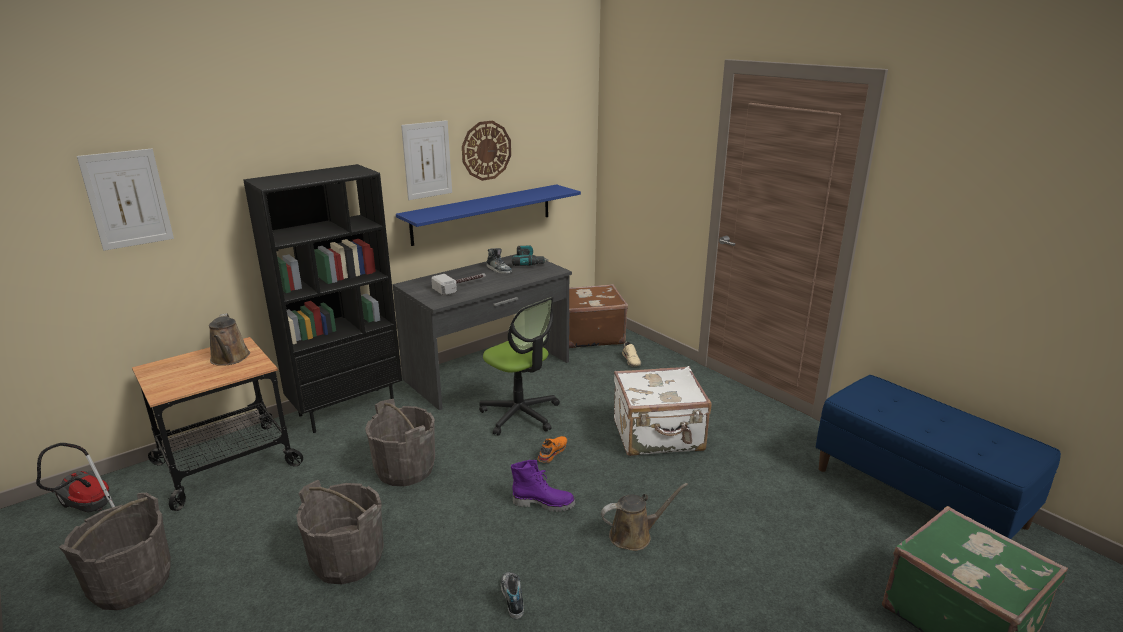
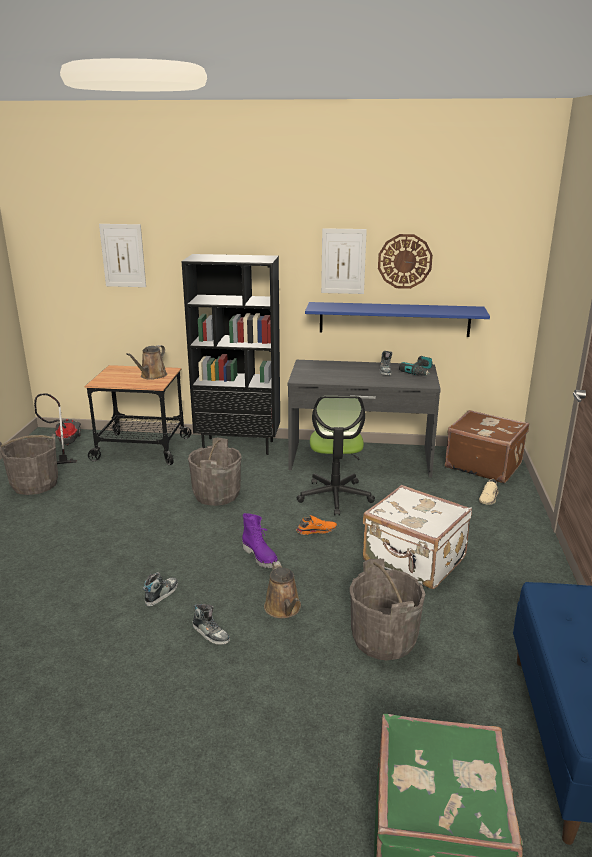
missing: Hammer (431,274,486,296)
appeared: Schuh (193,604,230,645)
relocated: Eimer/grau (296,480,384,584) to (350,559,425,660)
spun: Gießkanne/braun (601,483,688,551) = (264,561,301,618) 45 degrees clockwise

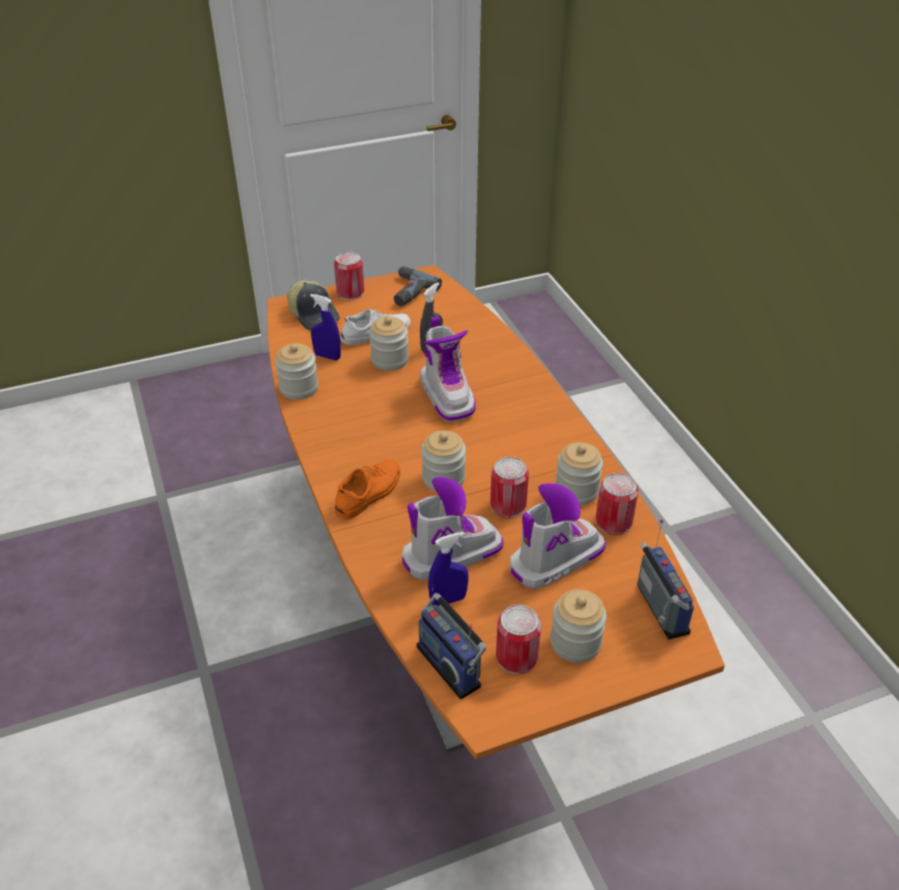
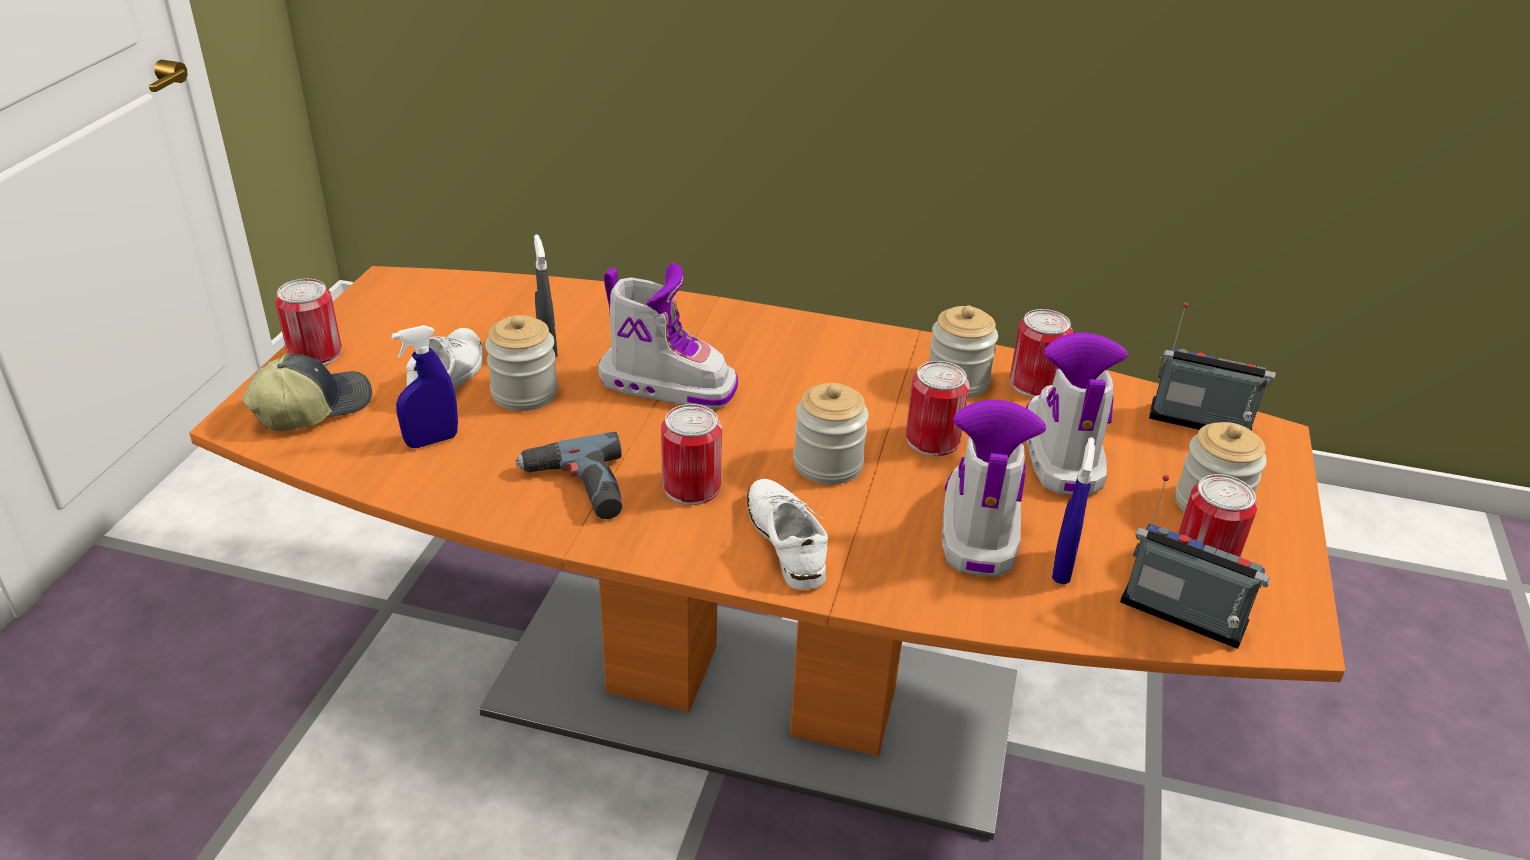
missing: Vorratsglas (275,343,318,399)
appeared: Dose (661,404,722,505)
relocated: Bohrmaschine (394,266,442,306) to (516,432,622,519)
colour: Schuh/orange (335,459,400,519) to Schuh/weiß (747,479,828,590)
spun: Kappe (287,280,340,330) = (242,354,372,431) 45 degrees counterclockwise; Radio (417,593,487,699) = (1120,475,1270,649) 150 degrees counterclockwise

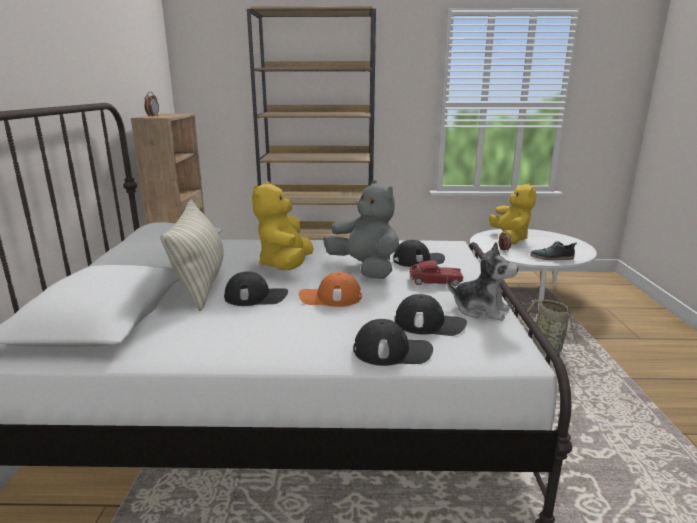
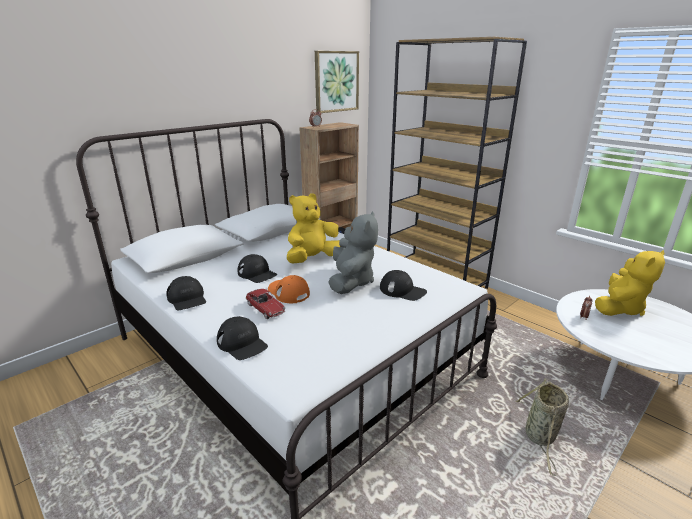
missing: Kissen (161,200,224,311); Schuh (530,241,577,260); Plüschtier (446,242,518,321)
appeared: Bild (315,51,359,113)
relocated: Spielzeugauto (409,260,464,286) to (246,289,286,319); Kappe/schwarz (394,294,467,336) to (166,276,206,310)

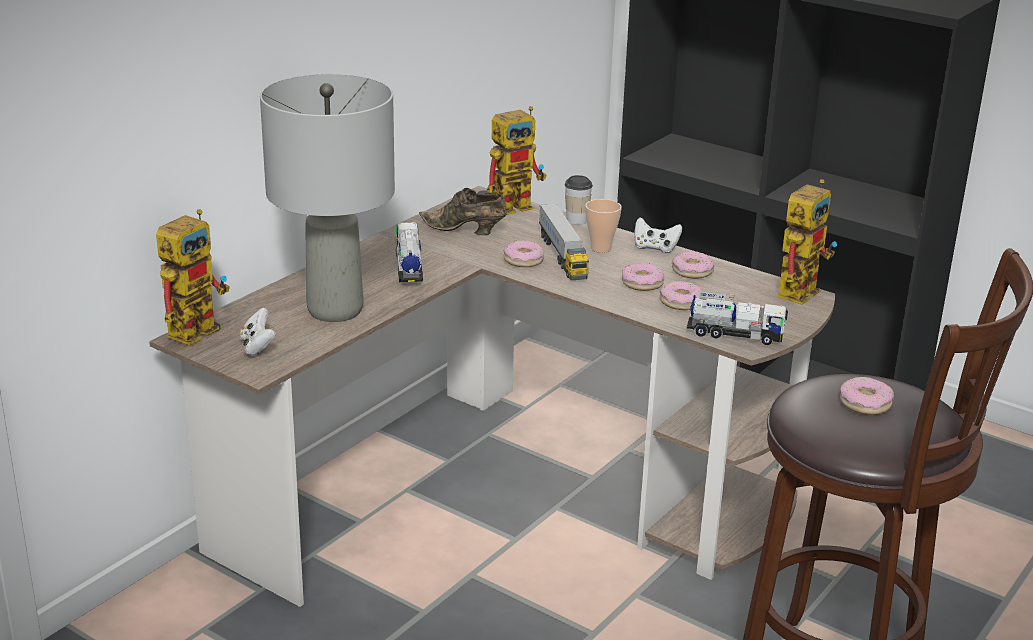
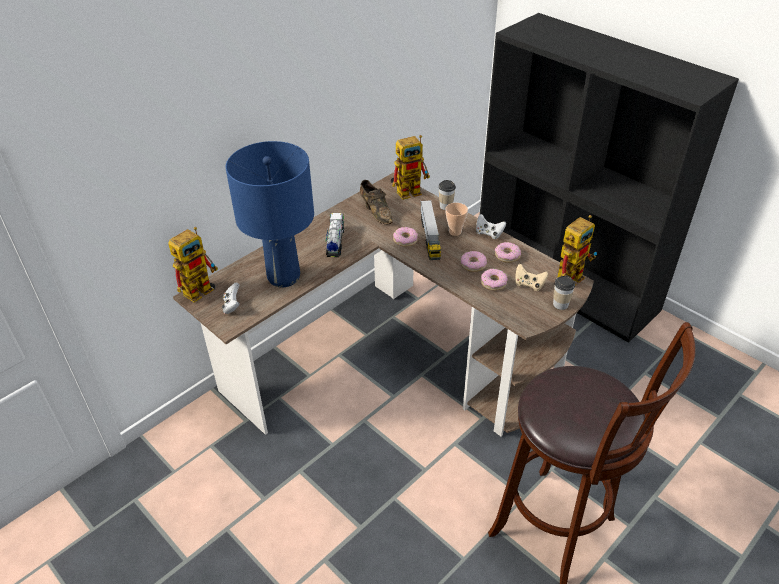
missing: Spielzeuglaster (687,292,788,345); Donut (840,377,894,415)
appeared: Gamepad/beige (515,264,548,291); Tasse (553,276,575,310)
colour: Tischlampe/grau (260,74,395,322) to Tischlampe/blau (226,141,314,288)
spun: Schuh/braun (419,188,507,235) = (360,180,393,224) 150 degrees counterclockwise

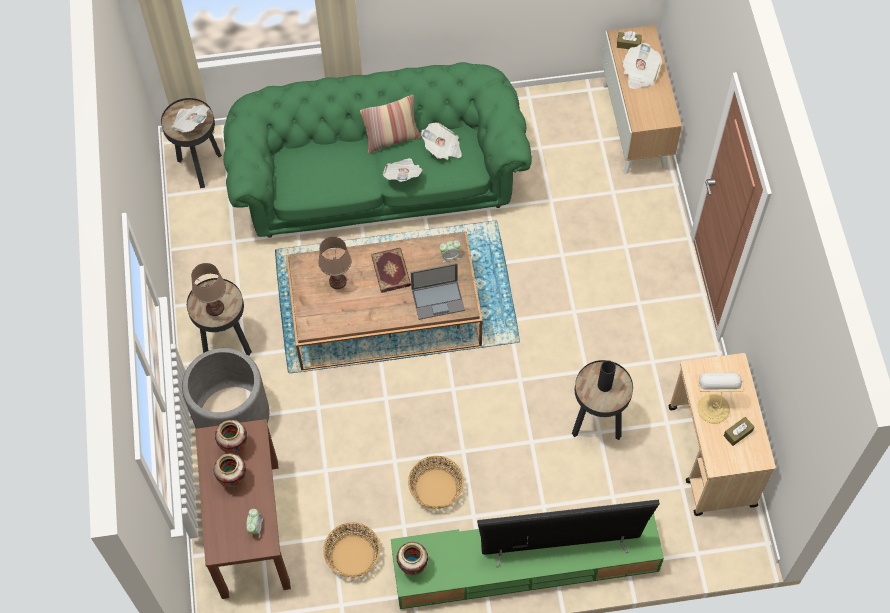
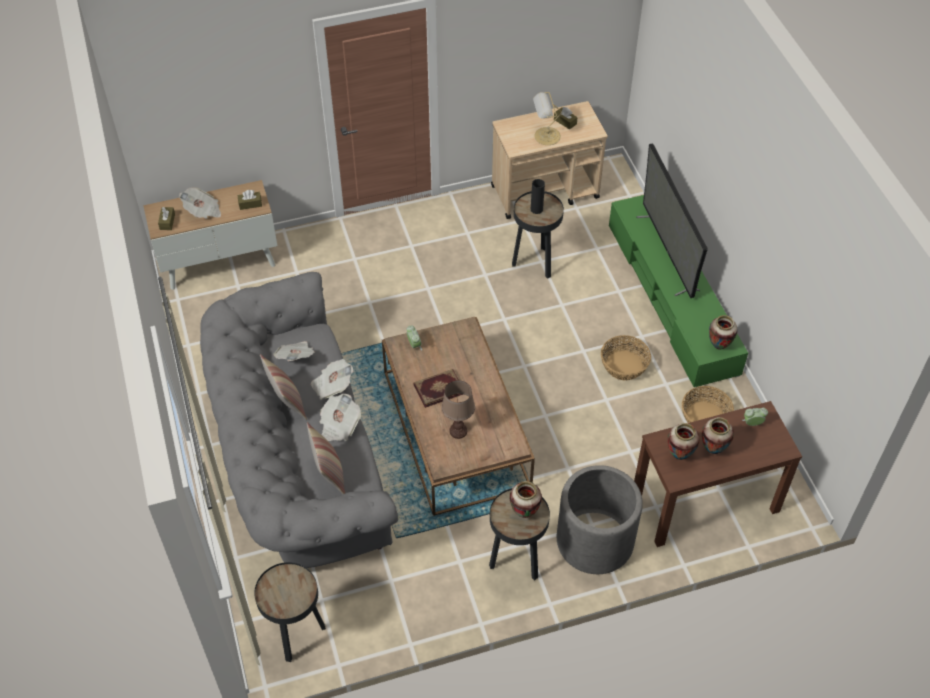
missing: Laptop (411,263,465,320)
appeared: Taschentuchbox/braun (237,190,262,210); Kissen (307,422,345,494)
relocated: Zeitung (171,104,209,132) to (320,394,361,441)
exchanged: Tischlampe/braun (191,263,226,316) to Vase (510,481,542,518)
colour: Sofa/grün (223,62,532,238) to Sofa/grau (200,272,398,568)

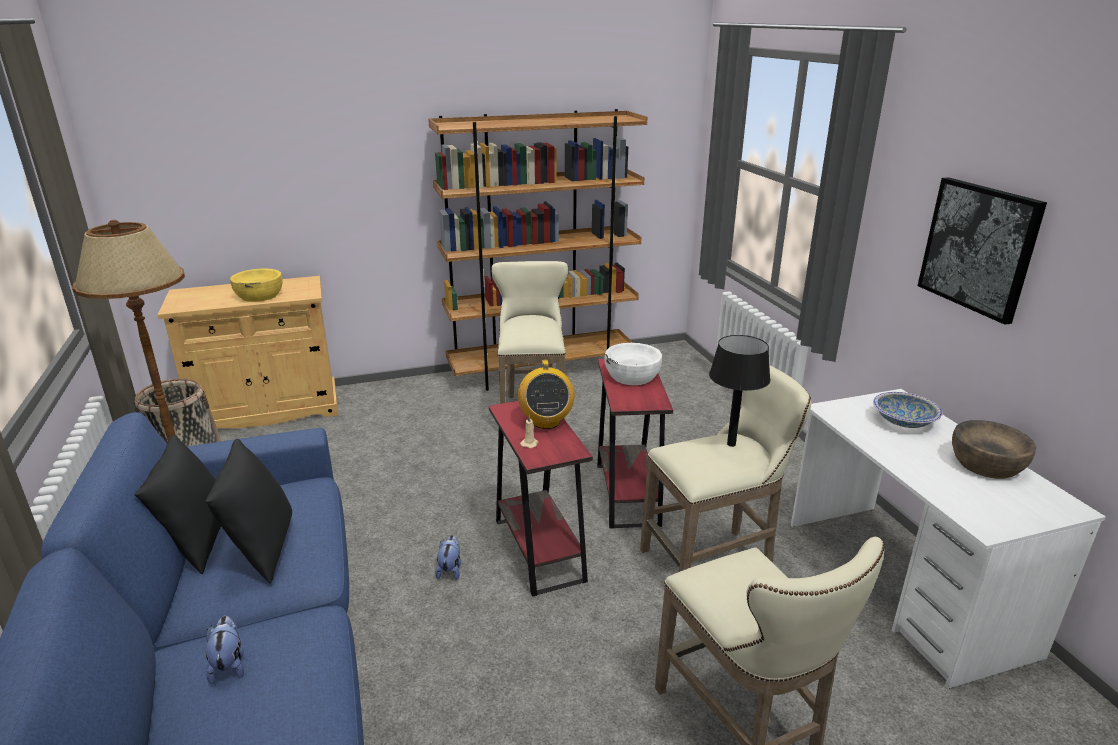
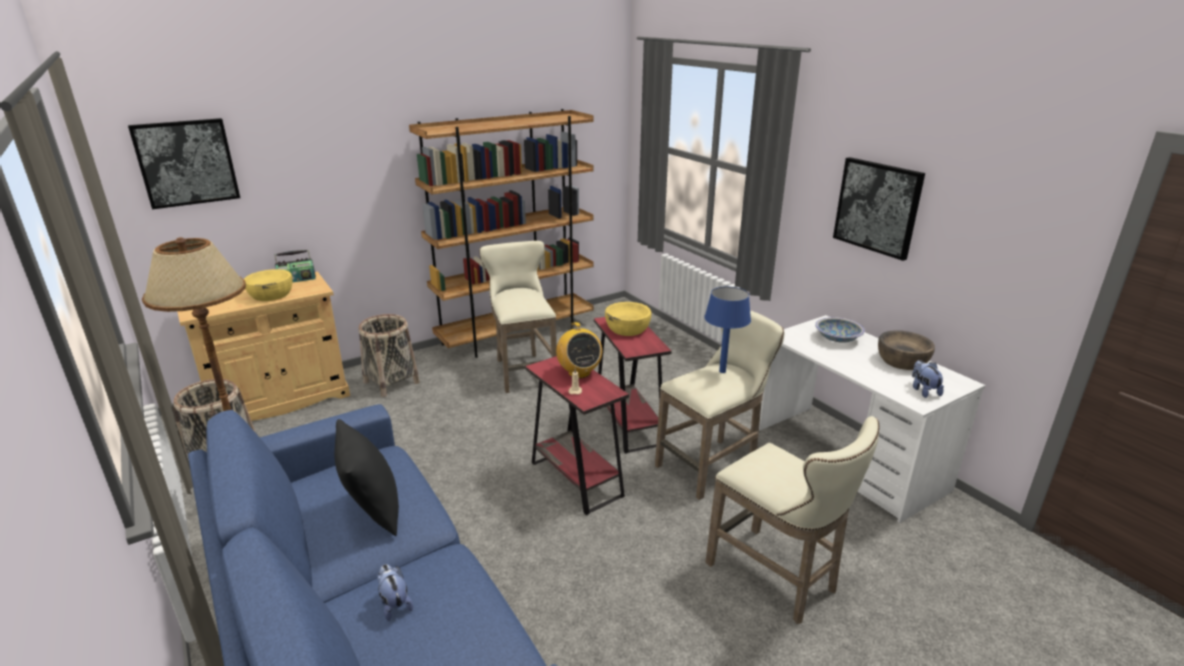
missing: Kissen/schwarz (135,435,221,574)
appeared: Bild (128,118,240,209); Radio (274,250,316,282); Korb (358,314,420,397)
relocated: Plüschtier (435,535,461,580) to (912,360,944,398)
colour: Tischlampe/schwarz (709,335,770,447) to Tischlampe/blau (704,287,751,373); Schüssel/weiß (605,343,662,385) to Schüssel/gelb (605,302,652,336)

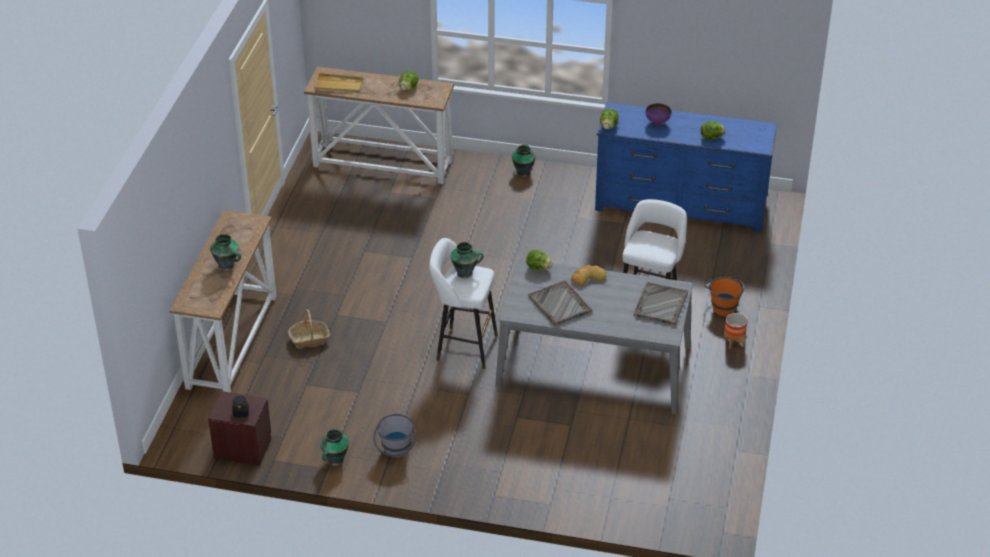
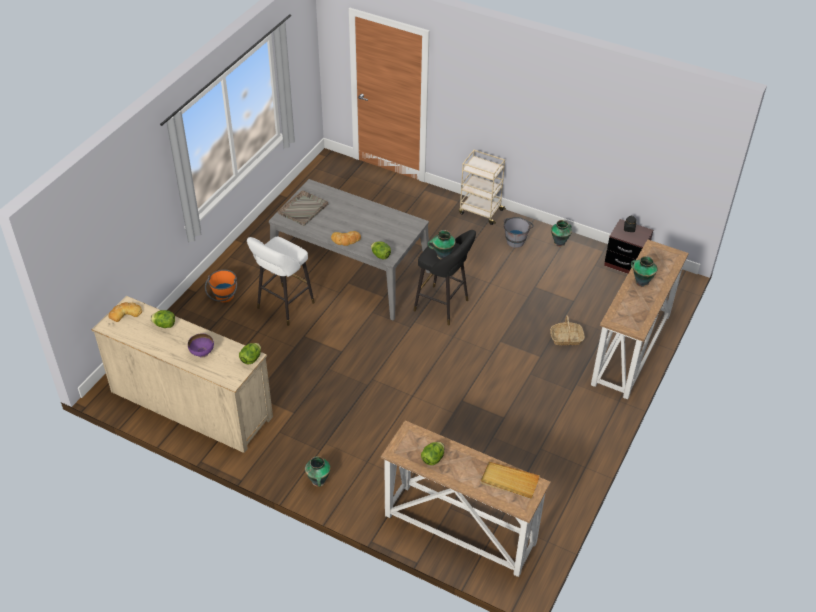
missing: Tablett/grau (528,280,592,326); Pflanzkübel (724,313,747,349)
appeared: Rollwagen/beige (459,150,506,225); Brot (109,302,142,322)
colour: Kommode/blau (595,102,778,233) to Kommode/beige (92,296,273,453); Hocker/weiß (429,238,498,369) to Hocker/schwarz (413,230,476,325)

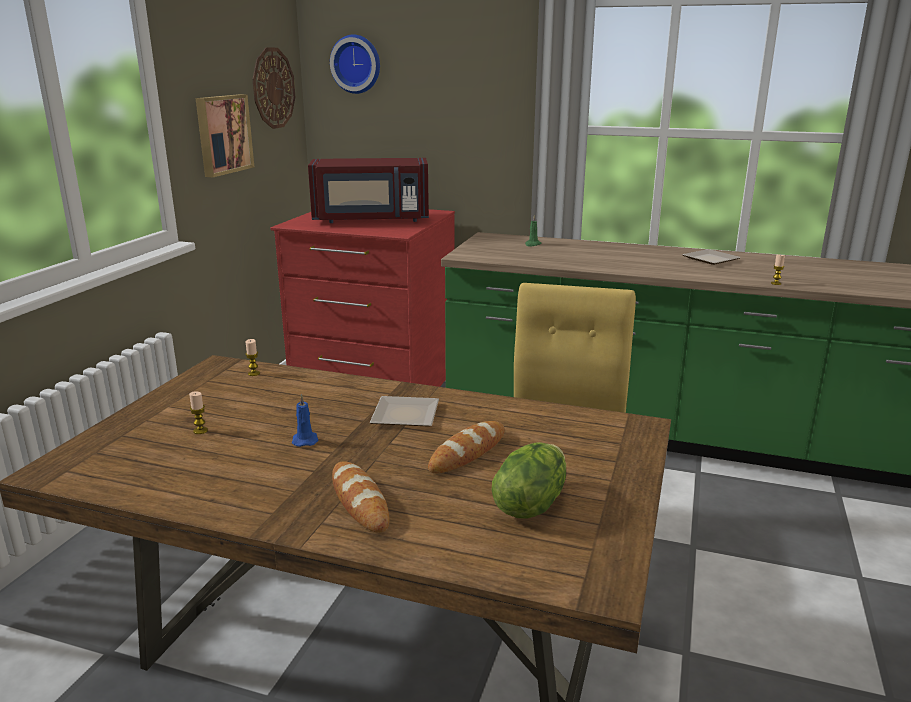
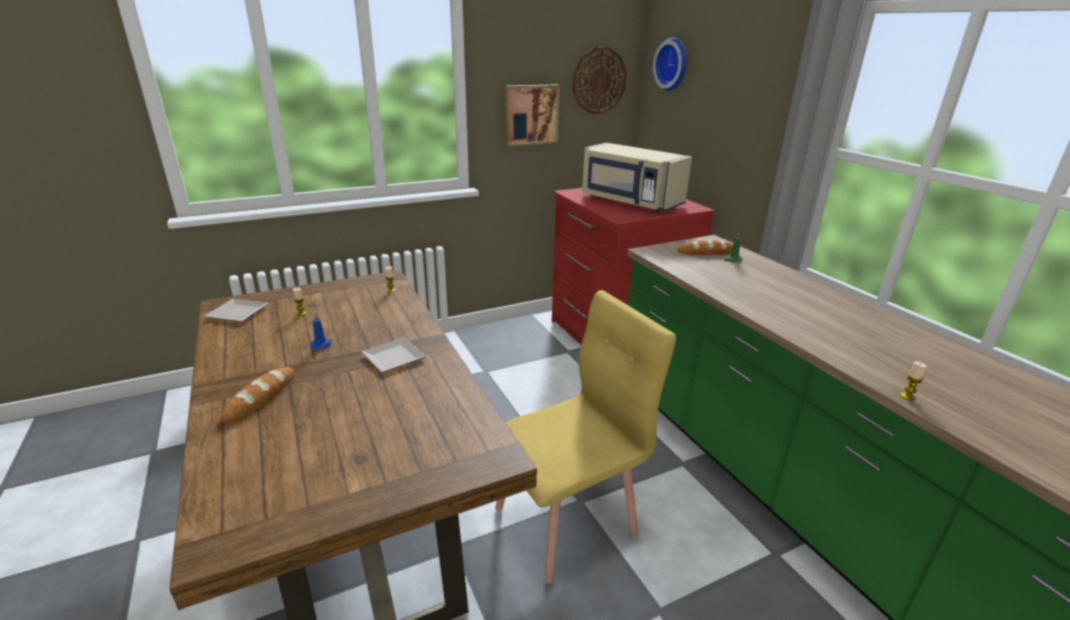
missing: Salatkopf (492,442,566,519)
relocated: Teller (682,249,741,265) to (204,298,269,322); Brot (428,421,505,473) to (677,240,733,255)
colour: Mikrowelle/rot (308,158,429,223) to Mikrowelle/beige (582,143,692,212)

